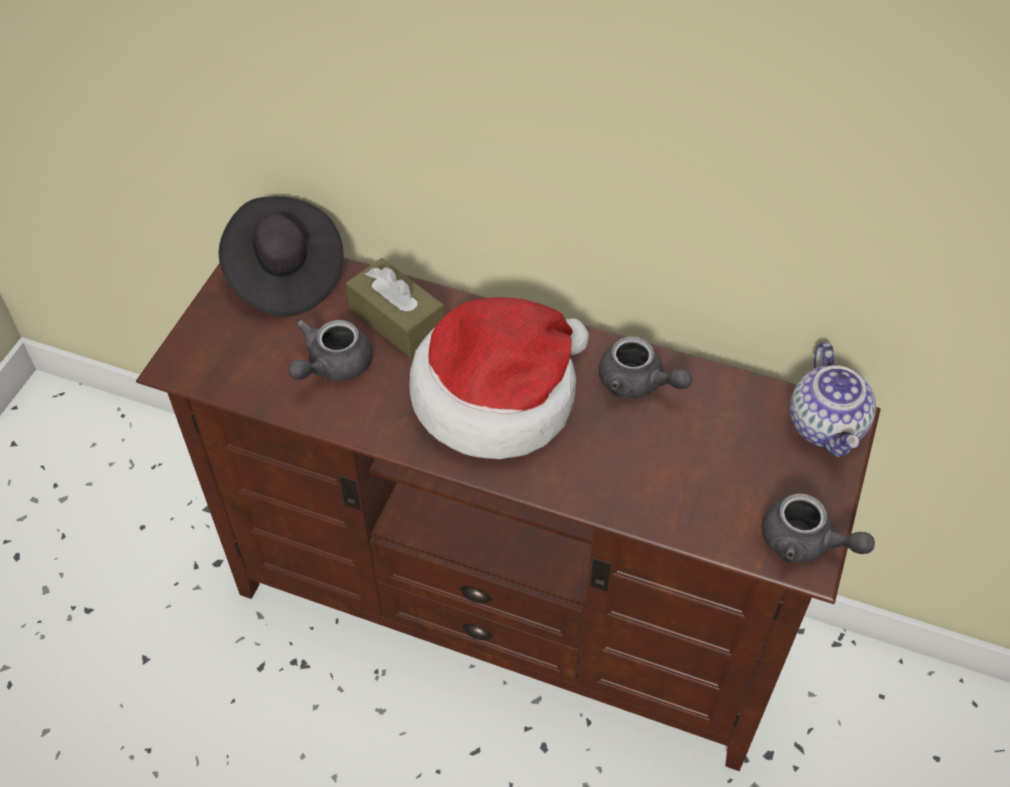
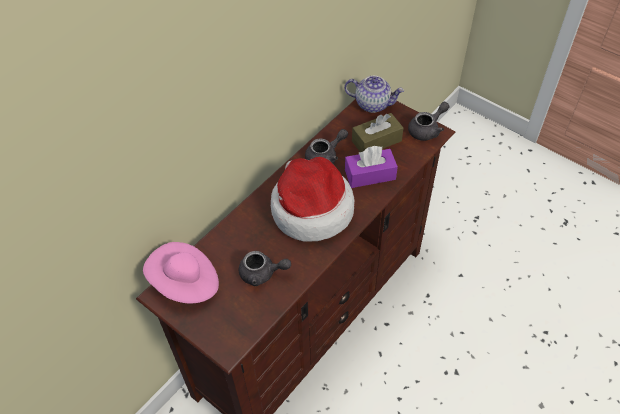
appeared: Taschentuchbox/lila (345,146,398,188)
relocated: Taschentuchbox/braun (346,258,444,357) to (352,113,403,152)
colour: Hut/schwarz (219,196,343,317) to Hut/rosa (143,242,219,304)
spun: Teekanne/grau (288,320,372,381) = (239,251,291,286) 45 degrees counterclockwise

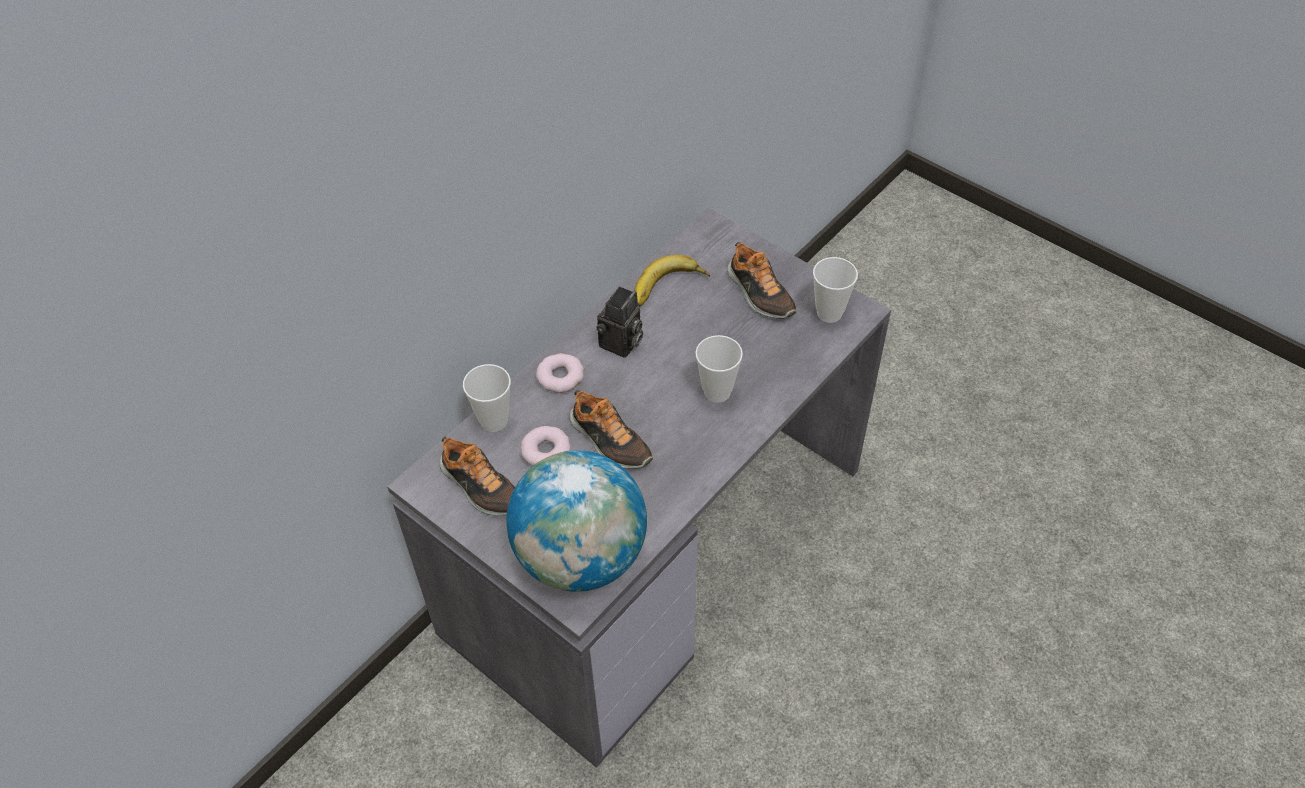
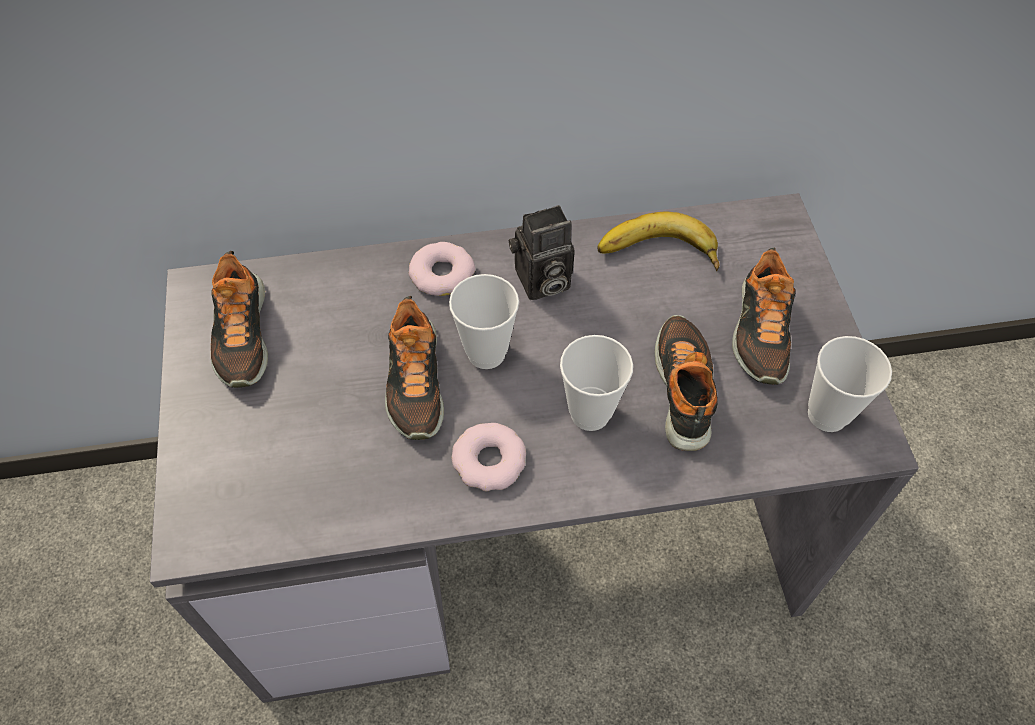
missing: Globus (506,450,647,592)
appeared: Schuh (655,315,718,451)
relocated: Tasse (463,364,511,432) to (449,274,519,369); Donut (521,426,571,466) to (452,423,526,491)

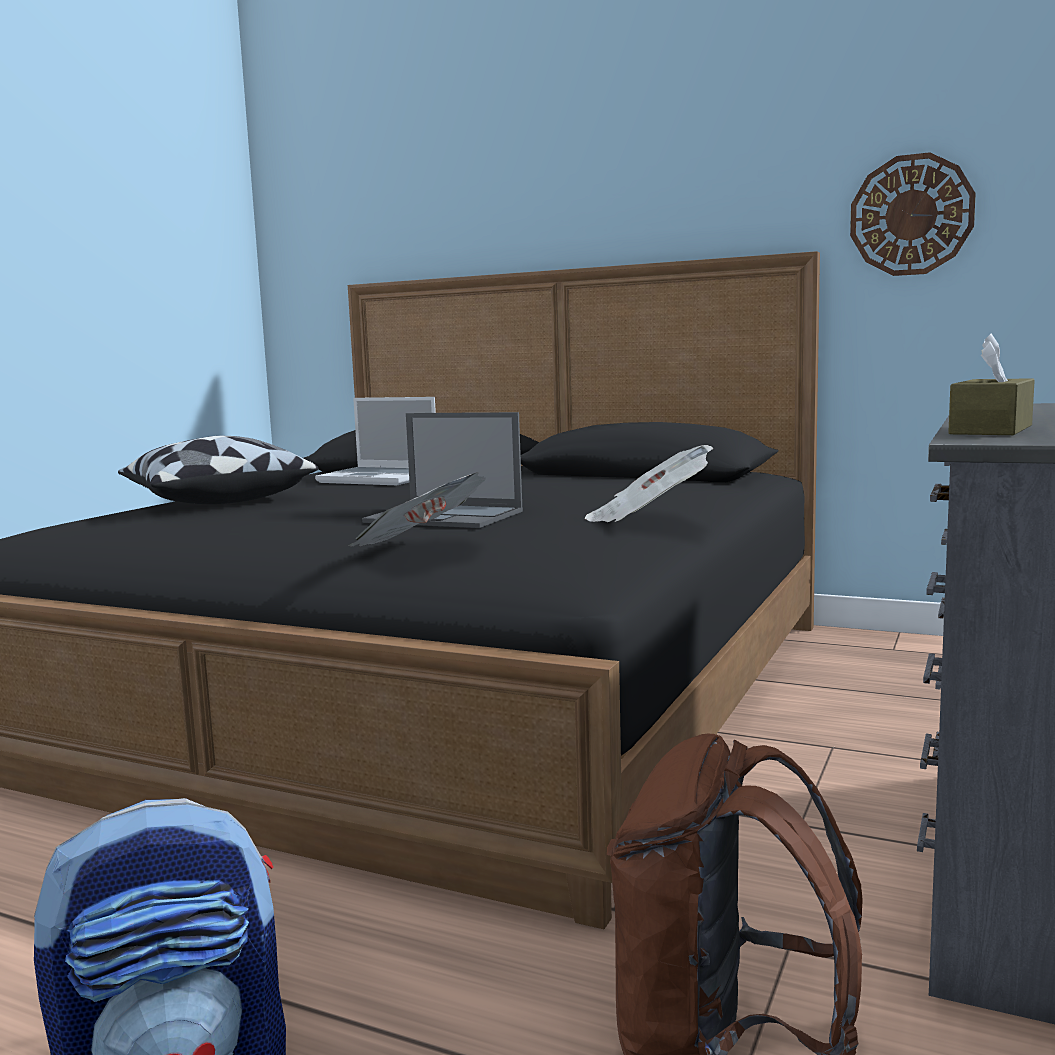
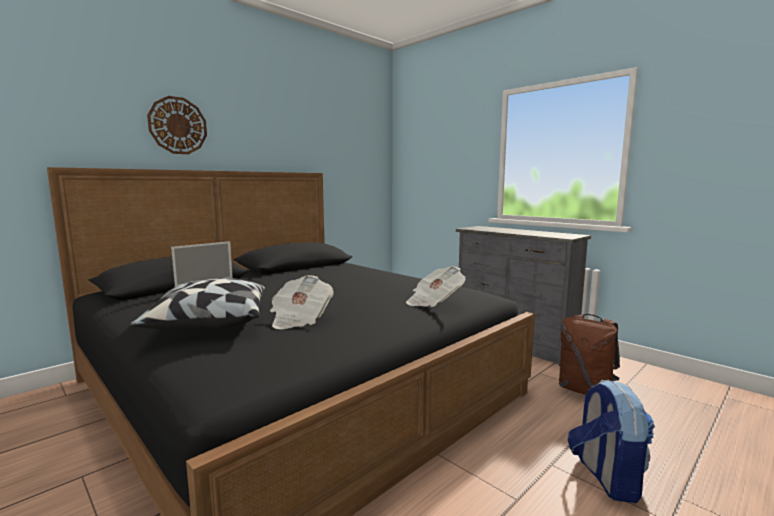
missing: Taschentuchbox/braun (948,334,1035,435); Laptop (362,412,523,528)
relocated: Wanduhr (850,152,976,276) to (147,96,207,154); Zeitung (585,445,714,522) to (270,275,334,329)

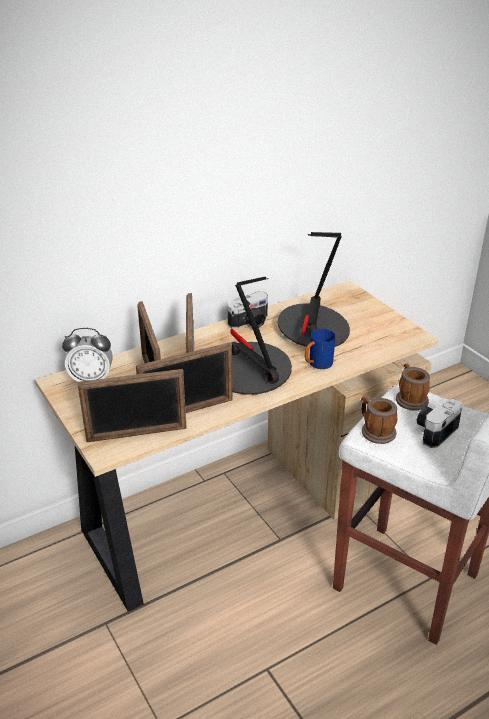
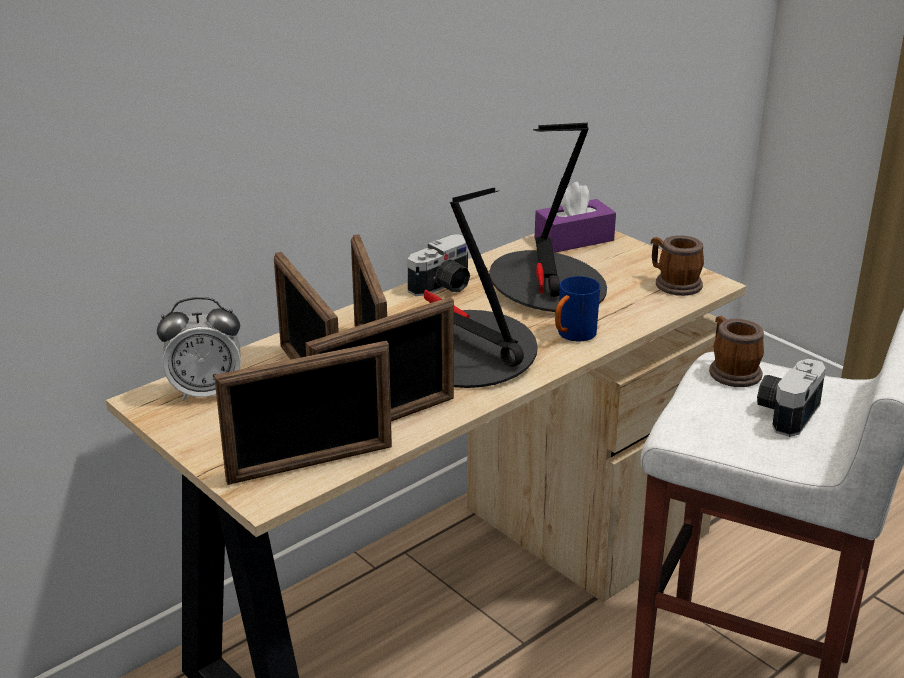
appeared: Taschentuchbox/lila (535,182,616,253)
relocated: Henkelbecher (361,397,397,444) to (651,235,704,296)

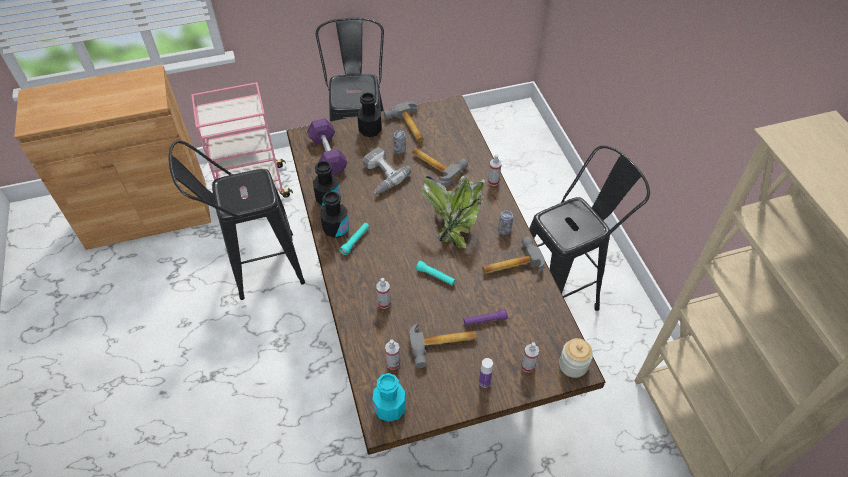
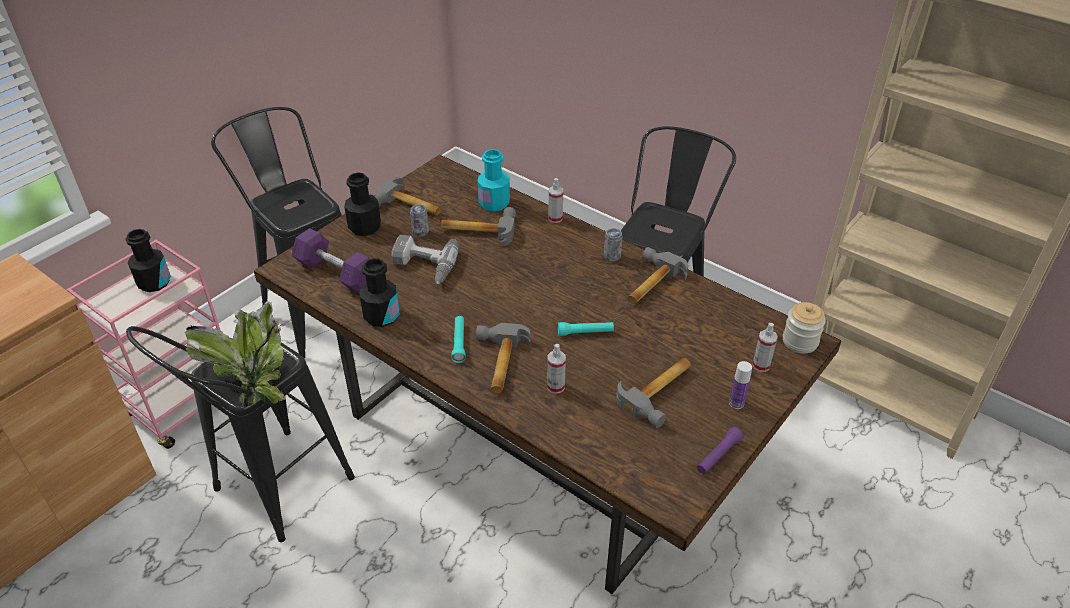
missing: Sprühflasche (385,339,400,370)
appeared: Hammer (476,323,531,393)
relocated: Topfpflanze (421,176,486,248) to (185,301,286,407); Flasche/schwarz (320,191,349,238) to (125,229,171,292); Taschenlampe/lila (464,309,508,326) to (697,427,744,474); Flasche/türkis (373,373,406,422) to (477,149,510,211)

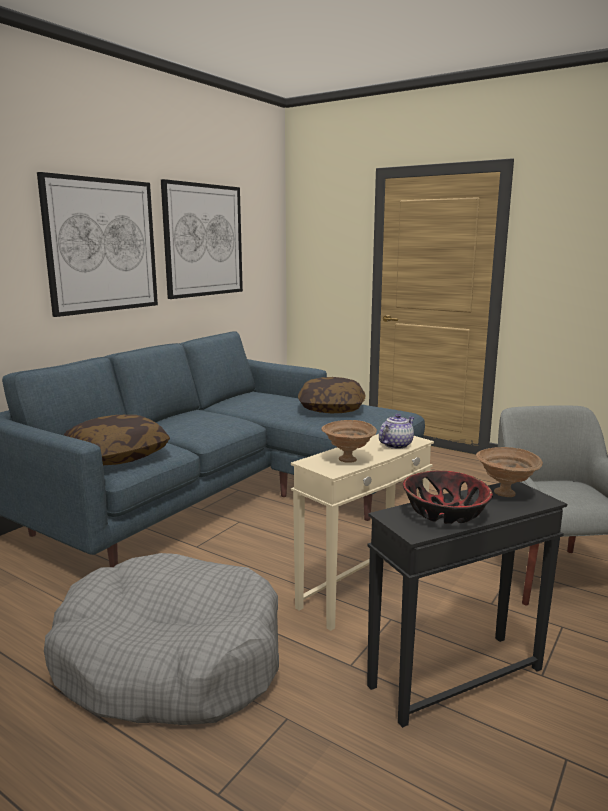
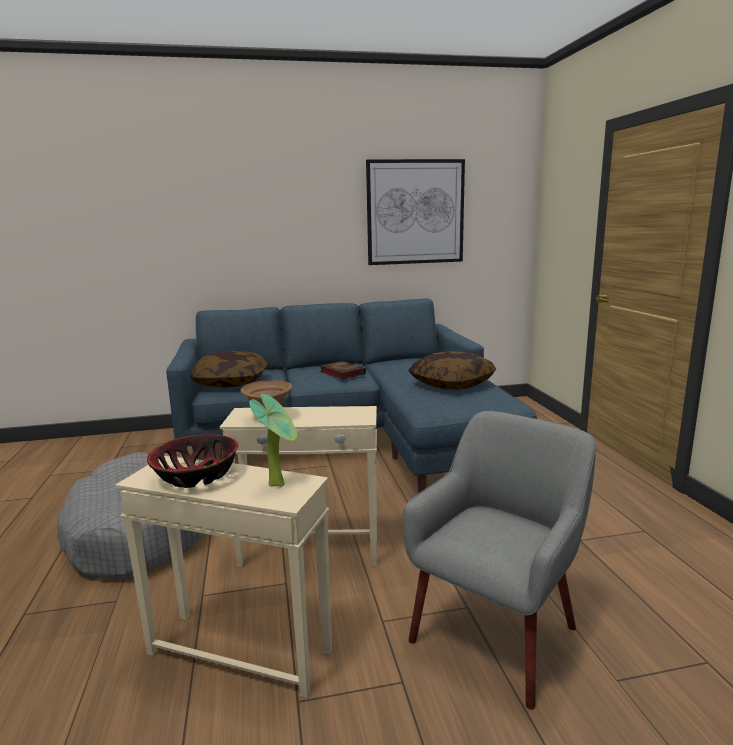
missing: Bild (37,172,158,317); Teekanne (379,414,415,449)
appeared: Buch (320,361,366,379)
exchanged: Schüssel/braun (476,447,543,497) to Topfpflanze (250,394,297,487)
colour: Beistelltisch/schwarz (367,482,567,728) to Beistelltisch/beige (115,456,332,698)

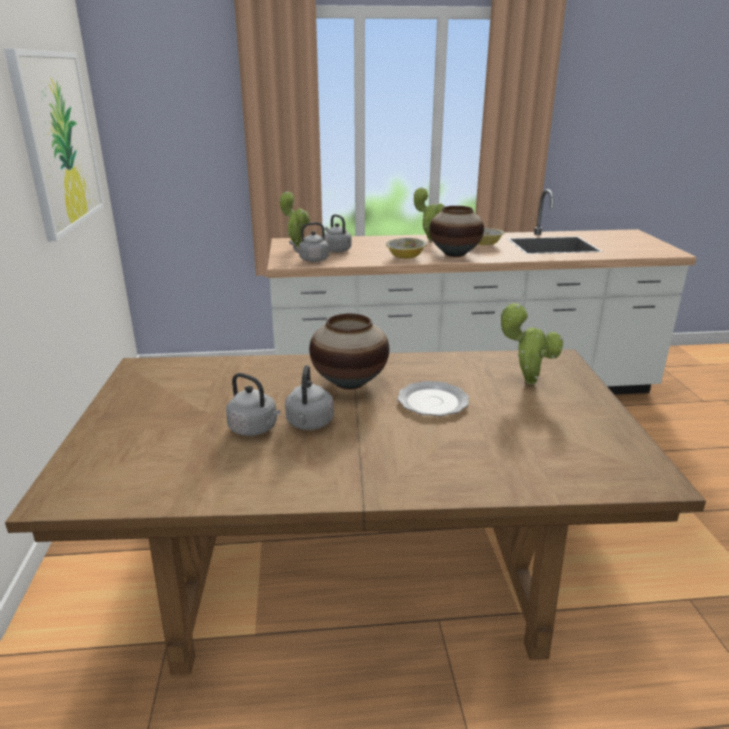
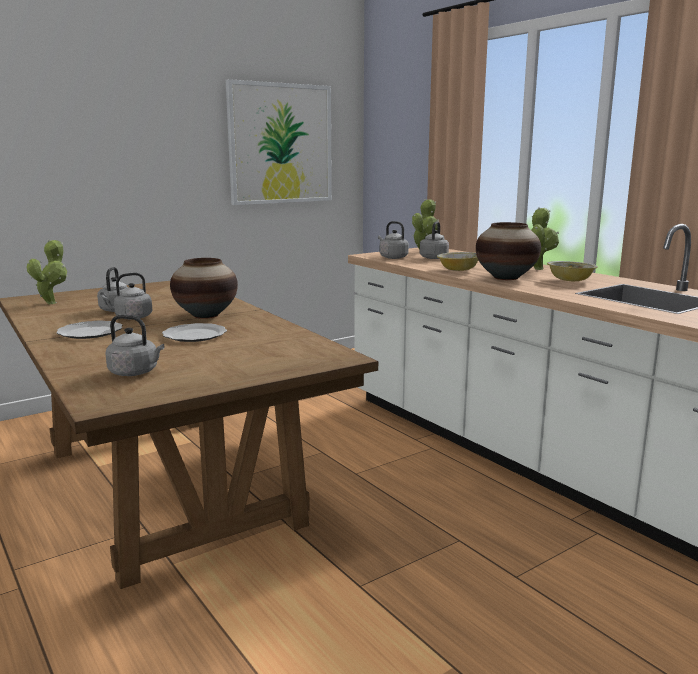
appeared: Wasserkessel/grau (105,315,164,376); Teller (56,321,122,339)
relocated: Topfpflanze (500,303,563,384) to (27,240,68,304)

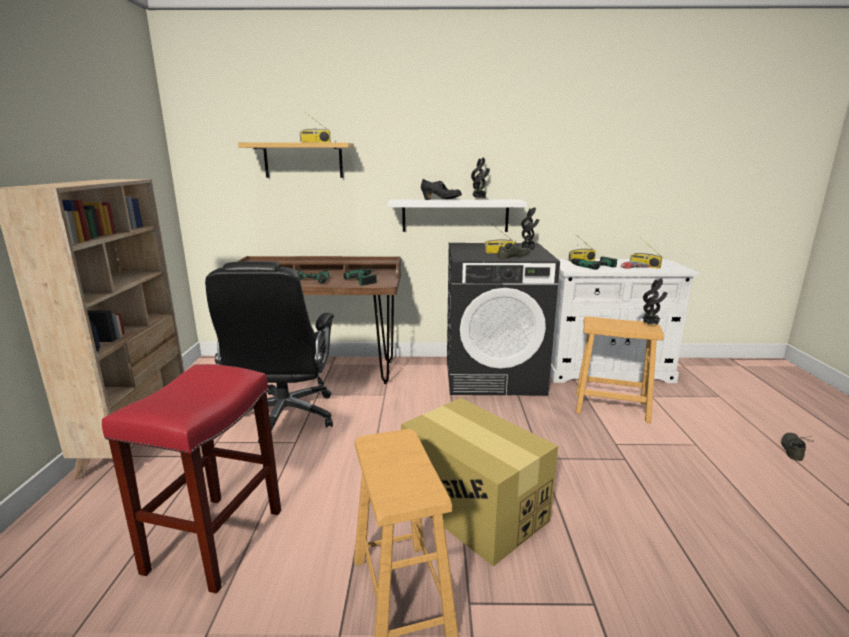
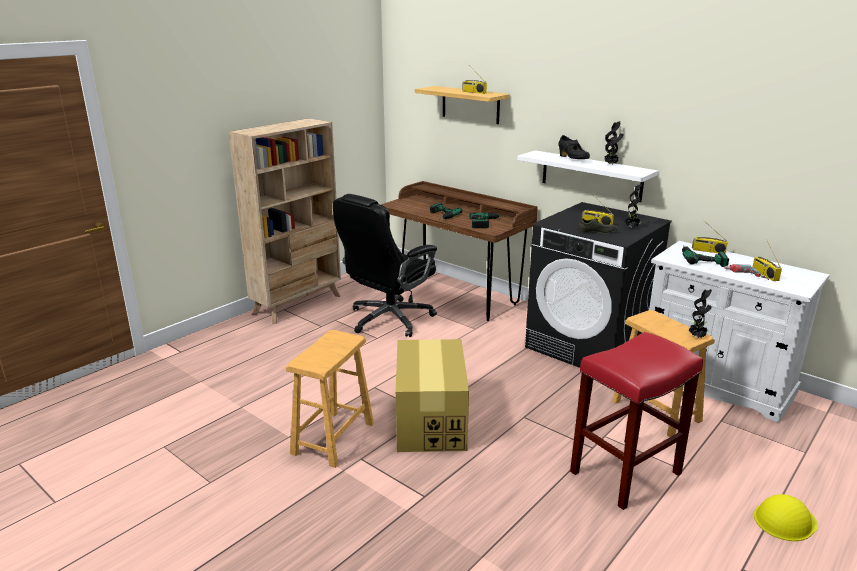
relocated: Hocker/rot (102,364,281,594) to (570,332,703,510)
exchanged: Schuh/grau (781,433,813,461) to Schutzhelm/gelb (754,494,818,541)

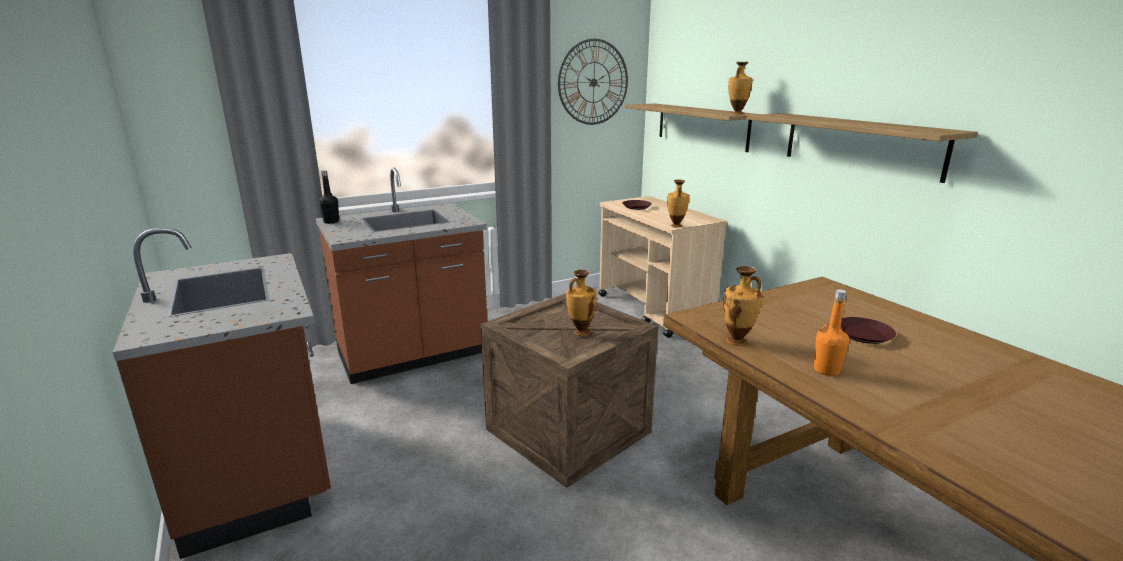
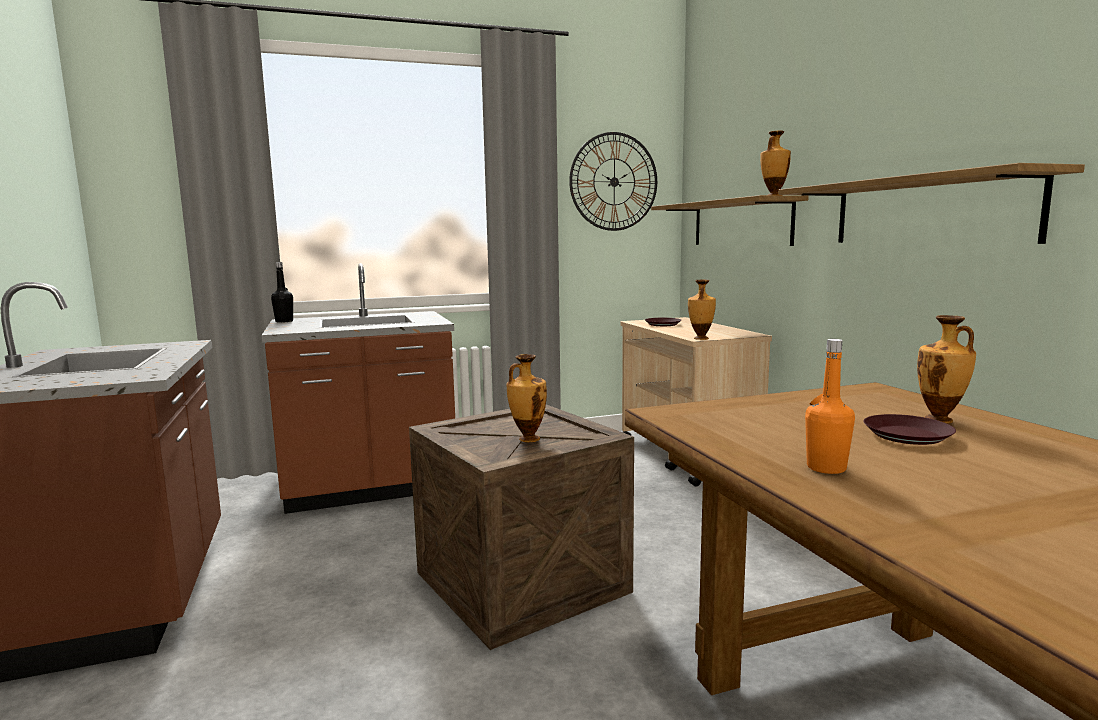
relocated: Vase (723,266,763,346) to (917,315,976,424)

